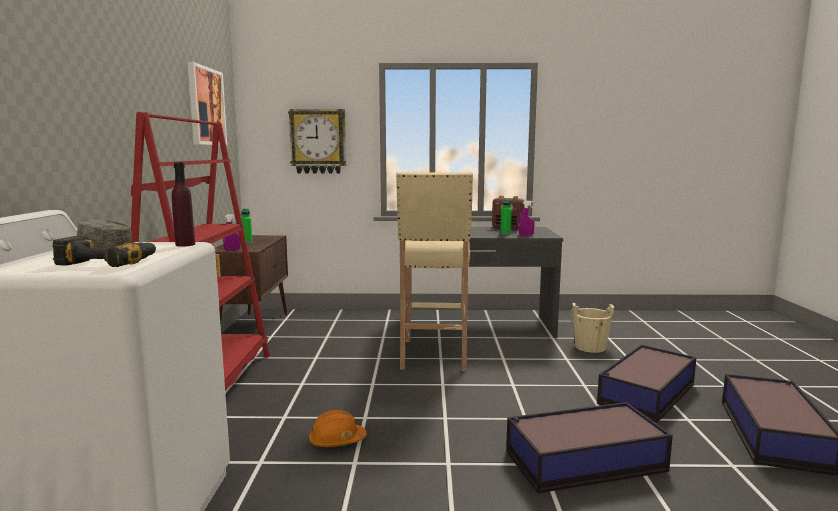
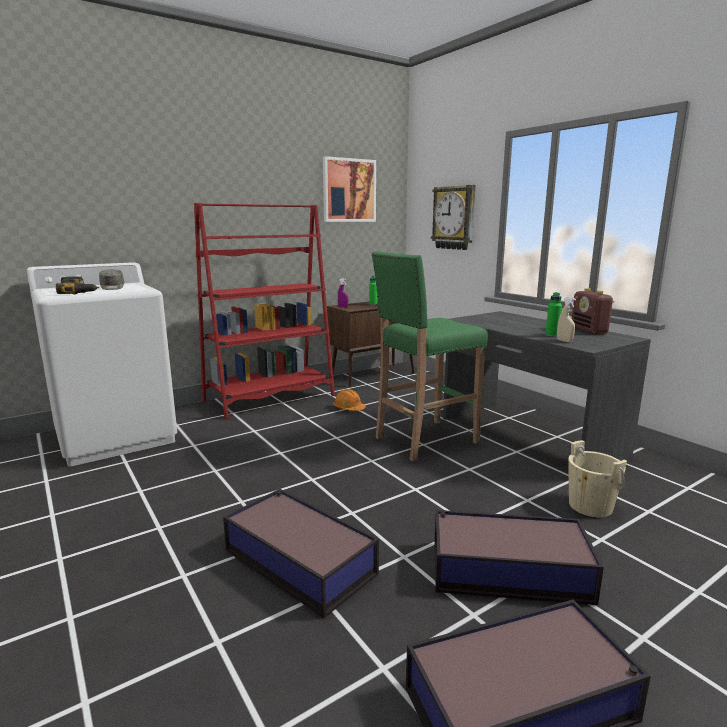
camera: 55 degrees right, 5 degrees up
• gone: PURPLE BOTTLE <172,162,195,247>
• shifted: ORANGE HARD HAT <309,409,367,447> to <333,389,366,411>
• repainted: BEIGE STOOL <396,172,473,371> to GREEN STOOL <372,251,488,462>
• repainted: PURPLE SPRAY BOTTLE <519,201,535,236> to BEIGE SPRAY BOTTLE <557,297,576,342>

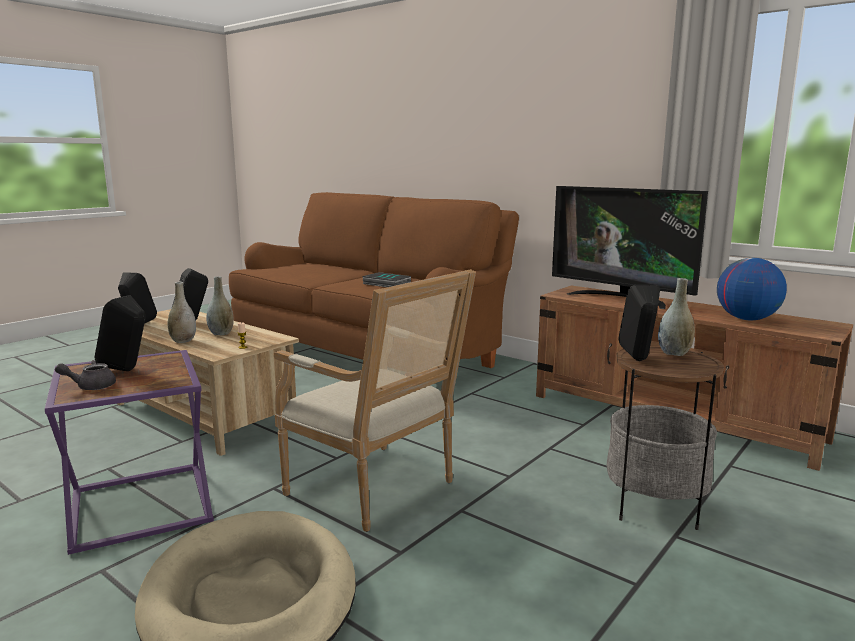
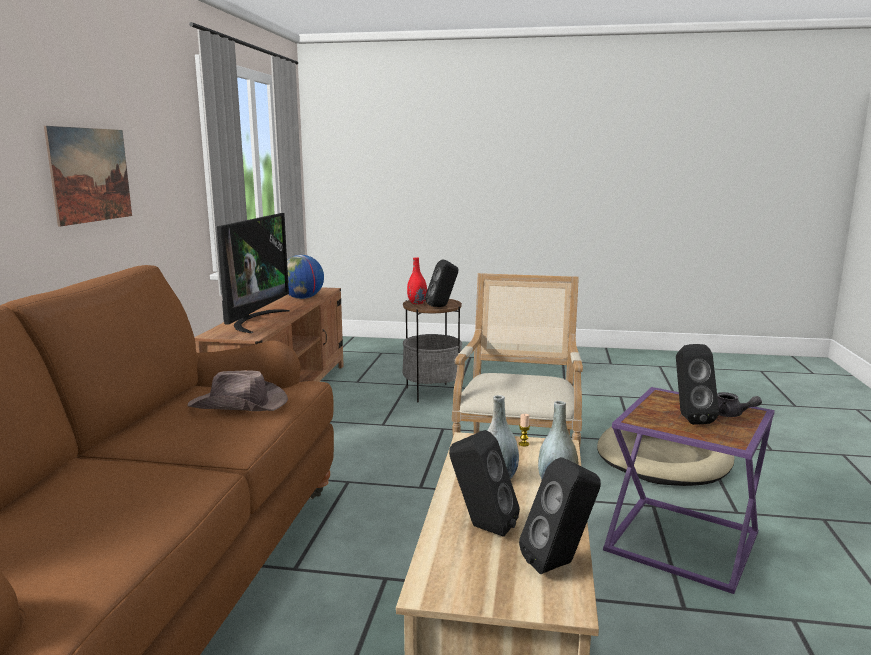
camera: 120 degrees left, 0 degrees up
• swapped: BOOK <362,272,411,287> to BROWN HAT <188,370,288,411>
• repainted: GREY VASE <658,278,695,356> to RED VASE <407,258,427,304>
• new: PICTURE <44,126,132,227>

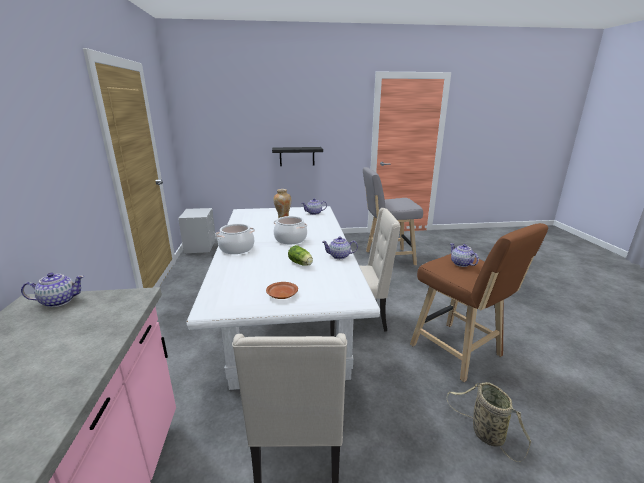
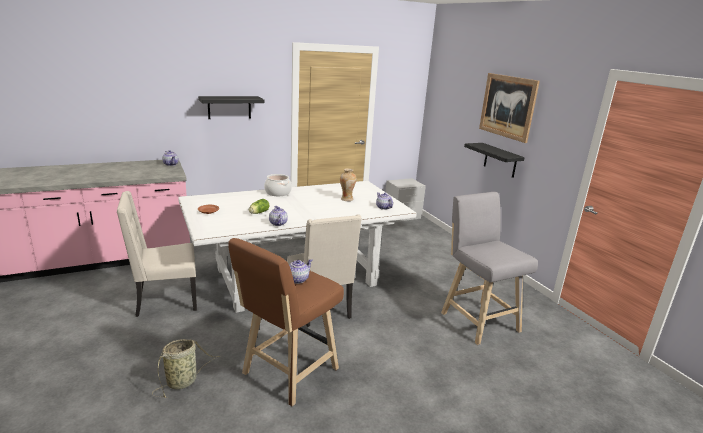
camera: 70 degrees right, 0 degrees up
• gone: COOKING POT <274,216,307,244>
• new: BLACK SHELF <198,96,264,119>
• new: PICTURE <479,73,540,143>

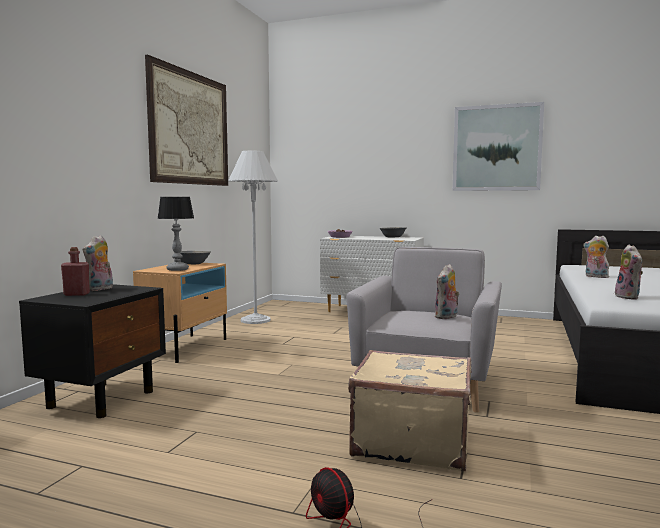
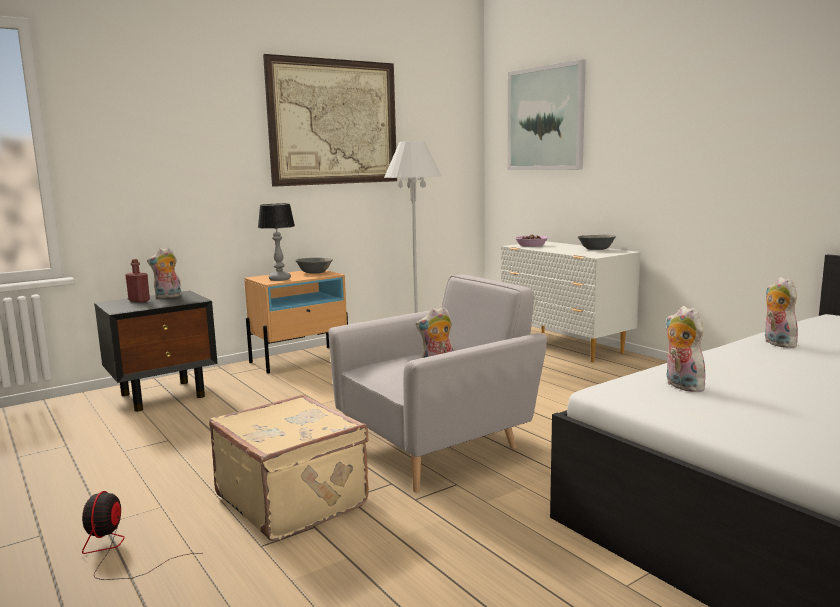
camera: 35 degrees right, 5 degrees up
• shifted: PICTURE <453,102,544,191> to <507,59,586,170>
• rotated: PLUSH TOY <615,245,643,299> = <665,306,705,392> 120 degrees clockwise

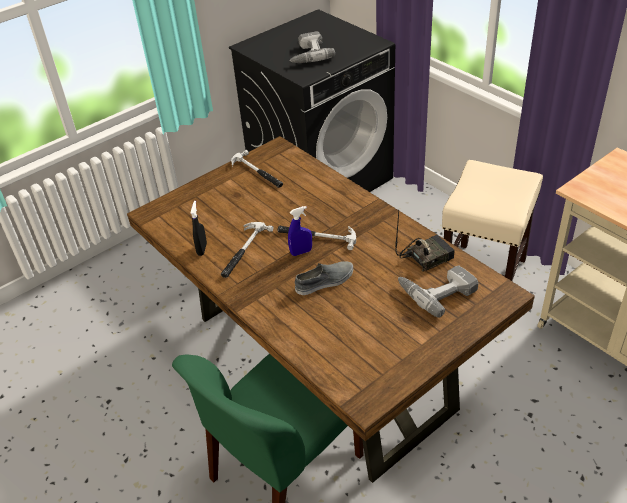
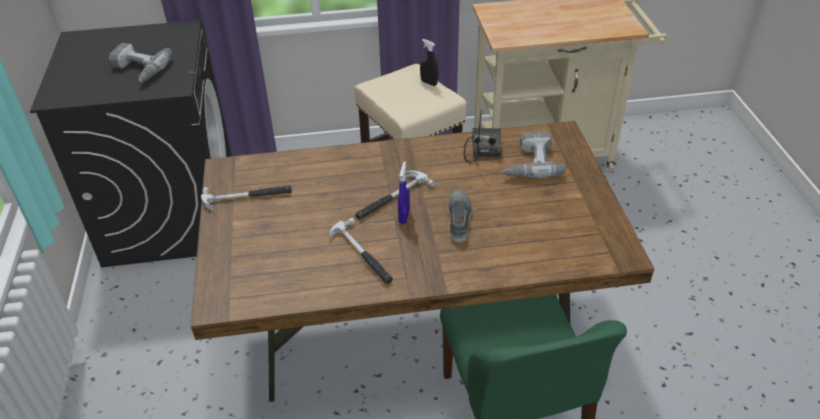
camera: 60 degrees left, 0 degrees up
• shifted: BLACK SPRAY BOTTLE <190,201,207,256> to <420,39,438,86>

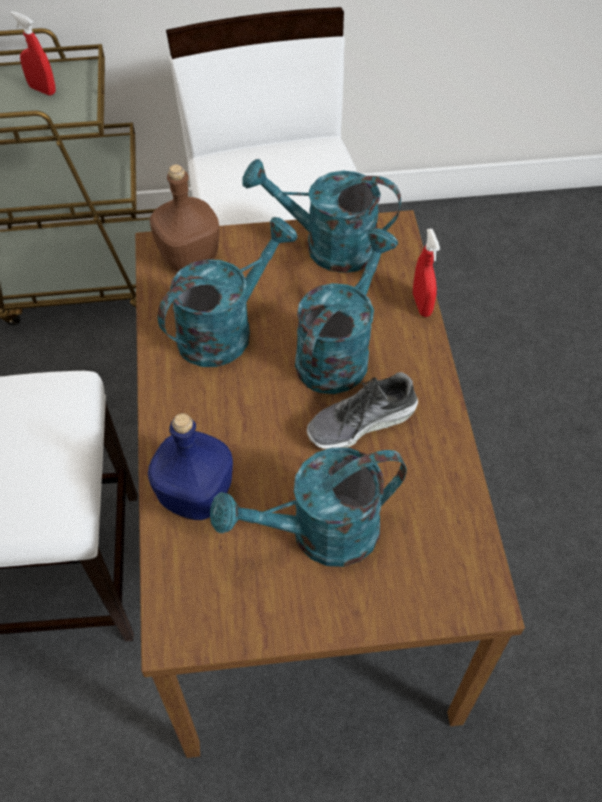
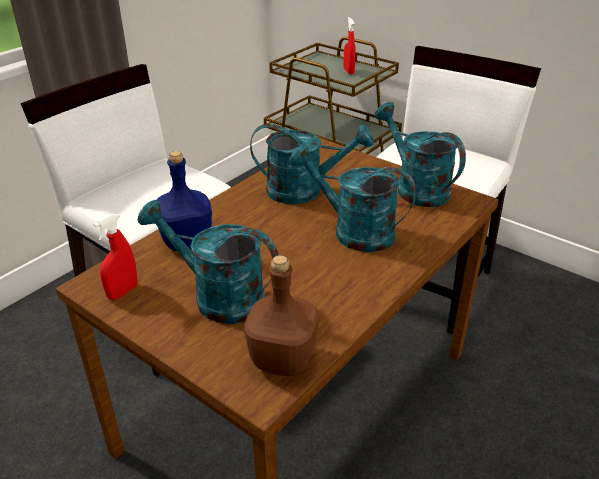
camera: 45 degrees right, 20 degrees down
• shifted: BROWN BOTTLE <150,164,219,272> to <245,255,319,376>
• rotated: TURQUOISE WATERING CAN <295,228,398,394> = <289,144,416,252> 135 degrees counterclockwise
• gone: SHOE <307,372,418,449>
• shifted: RED SPRAY BOTTLE <413,229,440,317> to <93,213,137,300>

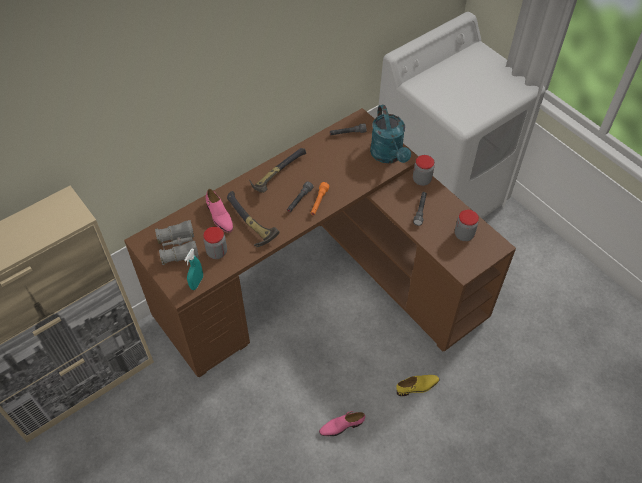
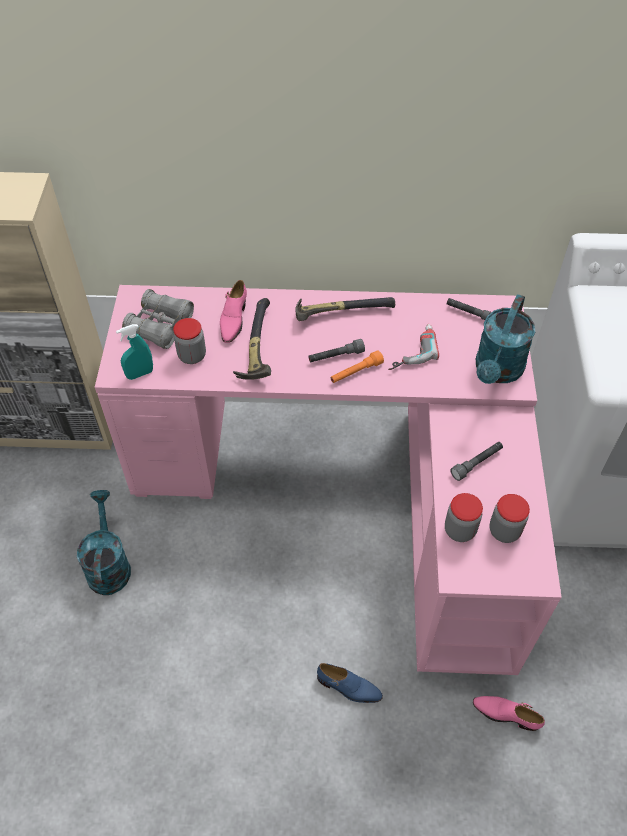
camera: 40 degrees right, 0 degrees up
• repainted: BROWN DESK <124,108,516,377> to PINK DESK <95,285,562,675>
• shifted: PINK SHOE <319,411,365,436> to <473,696,545,731>
• repainted: YELLOW SHOE <396,375,439,396> to BLUE SHOE <317,663,383,703>
• shifted: JAR <413,155,434,186> to <445,493,483,542>
• new: TURQUOISE WATERING CAN <77,490,131,595>
• new: POWER DRILL <388,324,439,370>

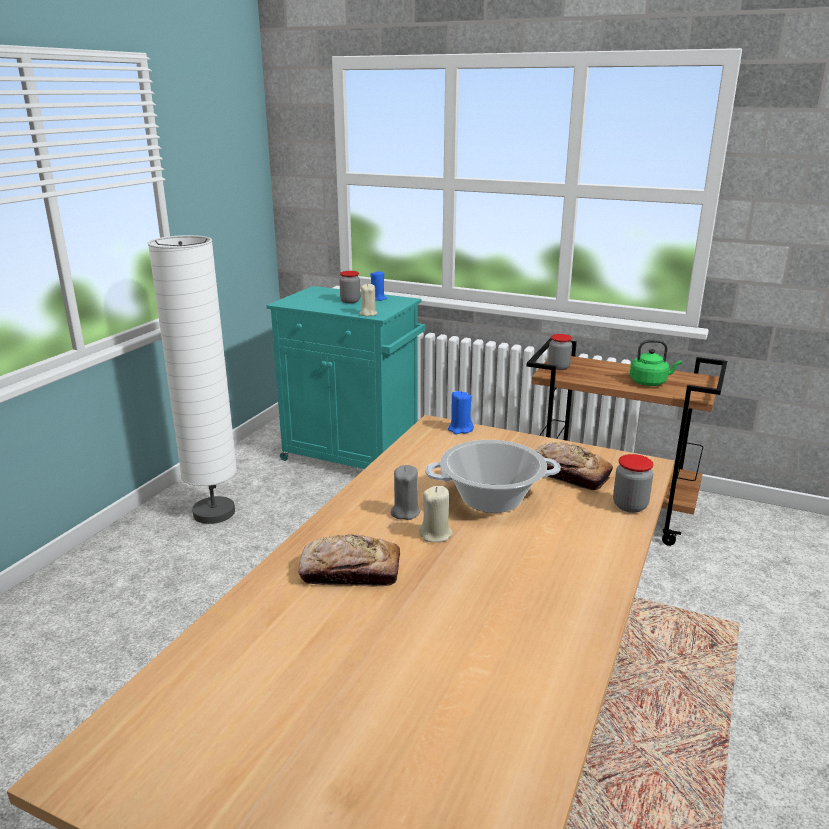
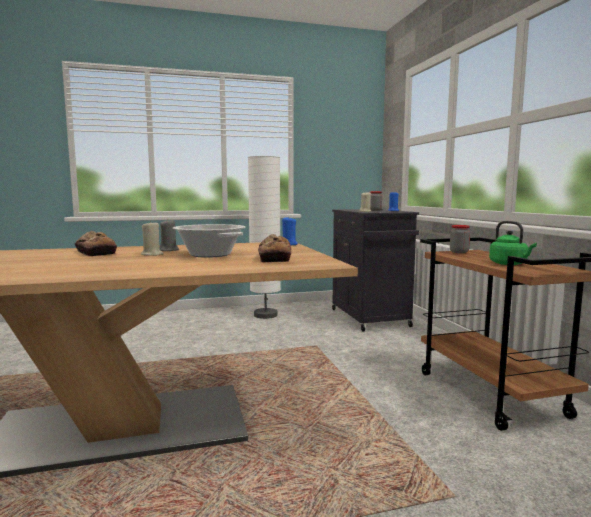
camera: 50 degrees right, 15 degrees down
• repainted: TURQUOISE CABINET <266,286,425,469> to BLACK CABINET <332,209,419,331>
• gone: JAR <613,454,654,513>

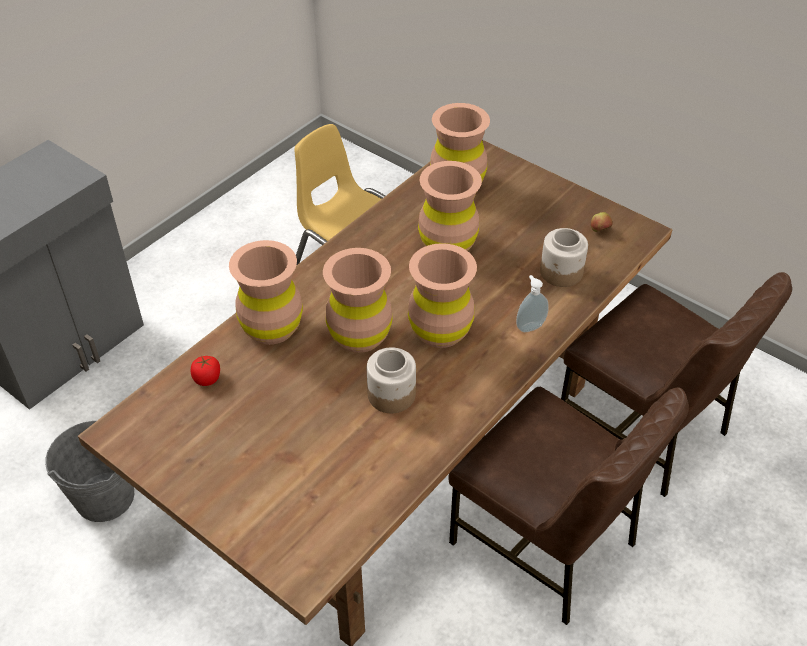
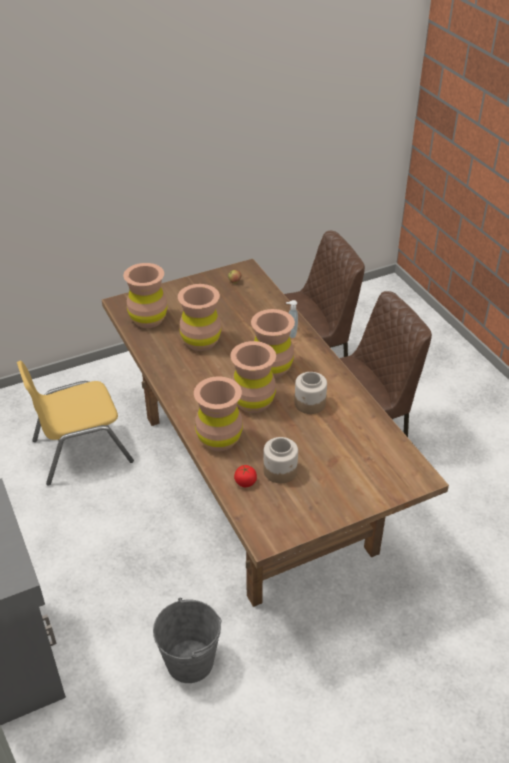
camera: 65 degrees left, 5 degrees down
• shifted: JAR <540,228,588,287> to <263,437,298,483>

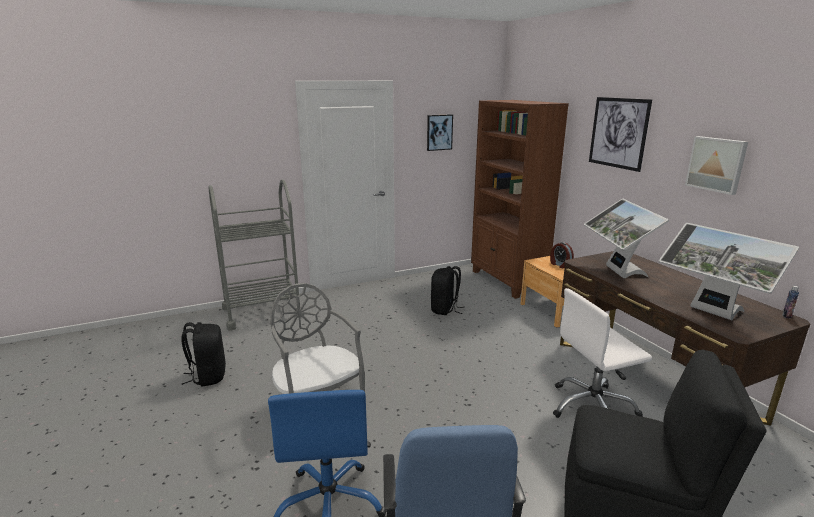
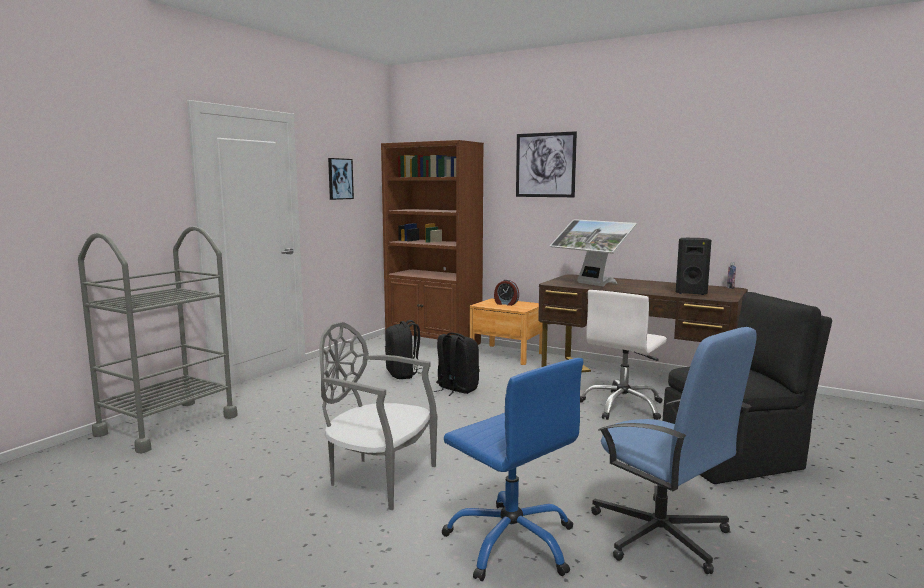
camera: 35 degrees left, 10 degrees down
• shifted: BLACK BACKPACK <181,322,226,387> to <434,333,479,396>
• swapped: MONITOR <659,223,799,320> to BLACK SPEAKER <676,238,711,295>
• gone: PICTURE <685,136,748,195>

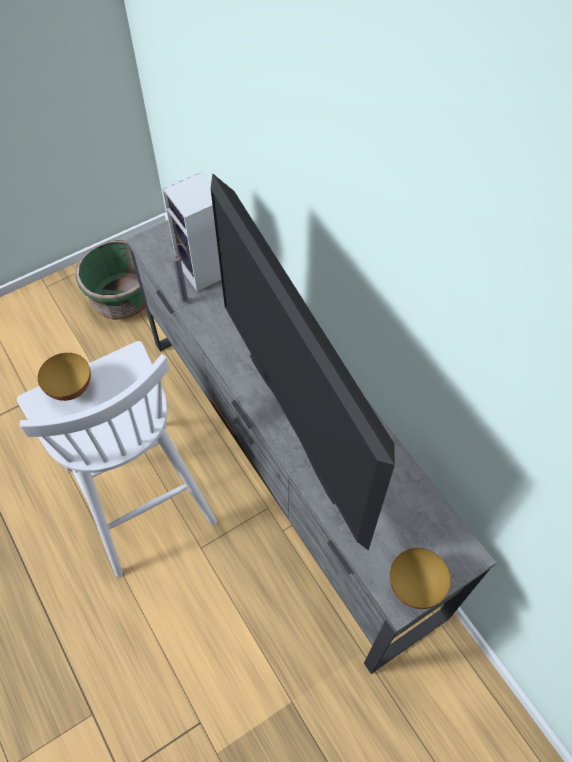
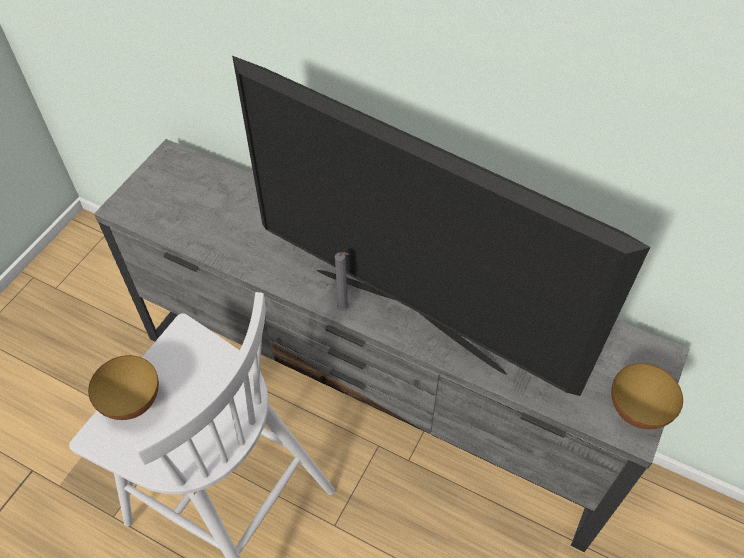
camera: 30 degrees left, 5 degrees down
• gone: GREEN PLANTER <76,240,146,320>
• gone: SPEAKER <162,172,221,291>
• shifted: GREY CANDLE <172,255,189,303> to <335,252,350,311>

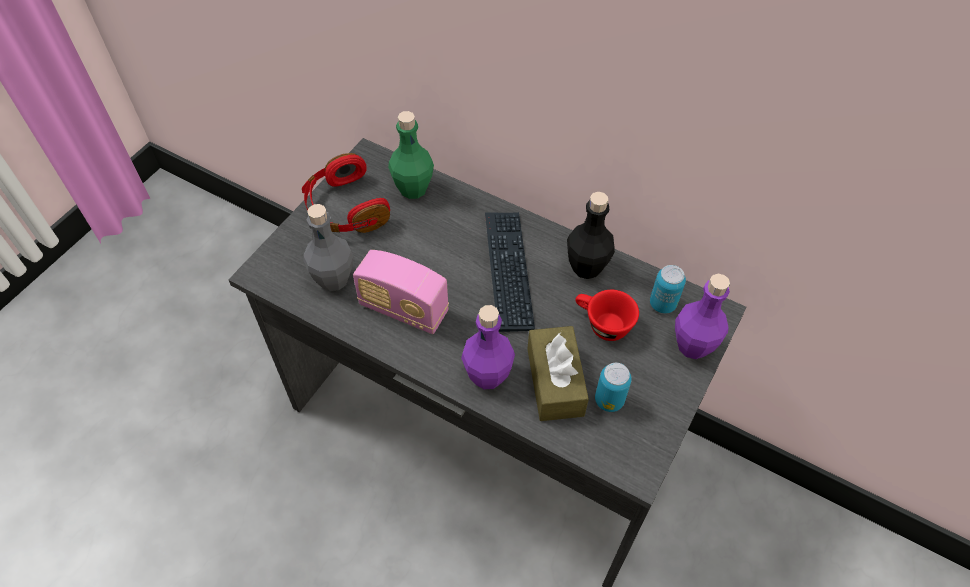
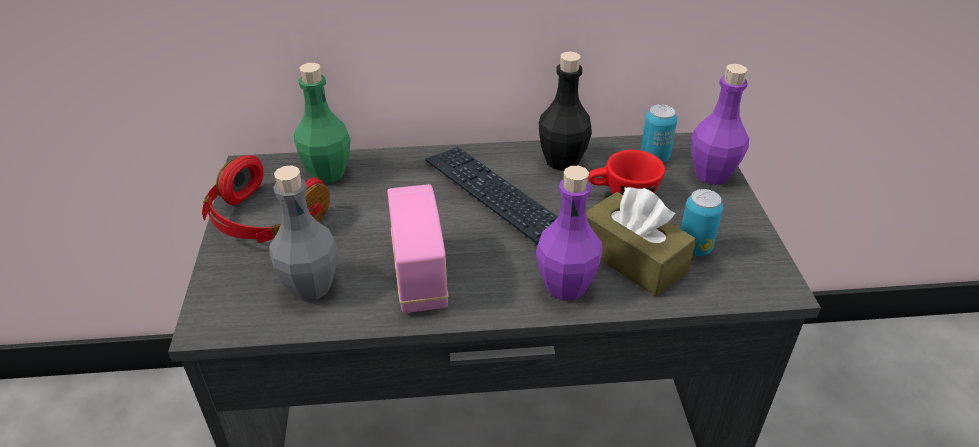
camera: 35 degrees left, 15 degrees down
• rotated: RADIO <353,250,449,334> = <387,184,448,313> 90 degrees counterclockwise

